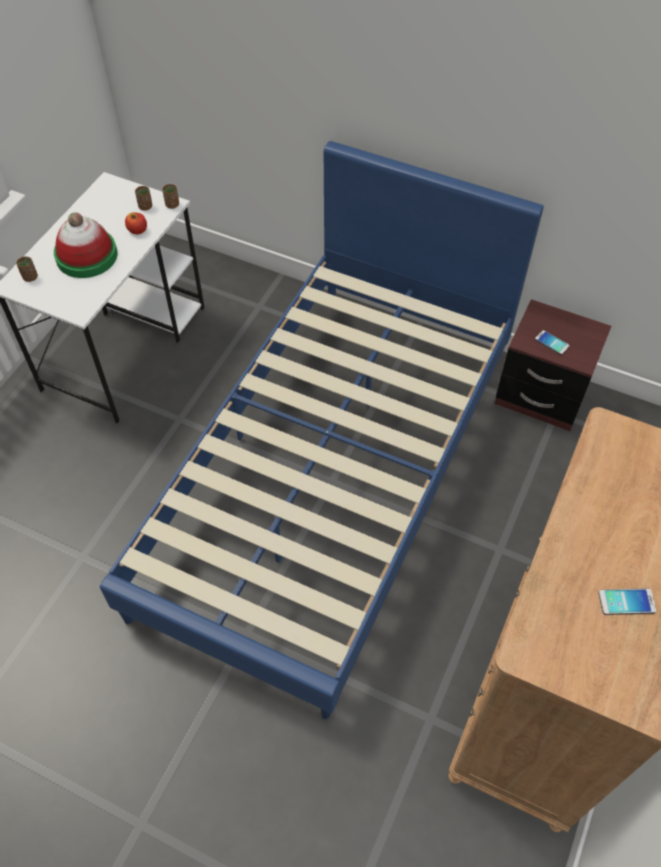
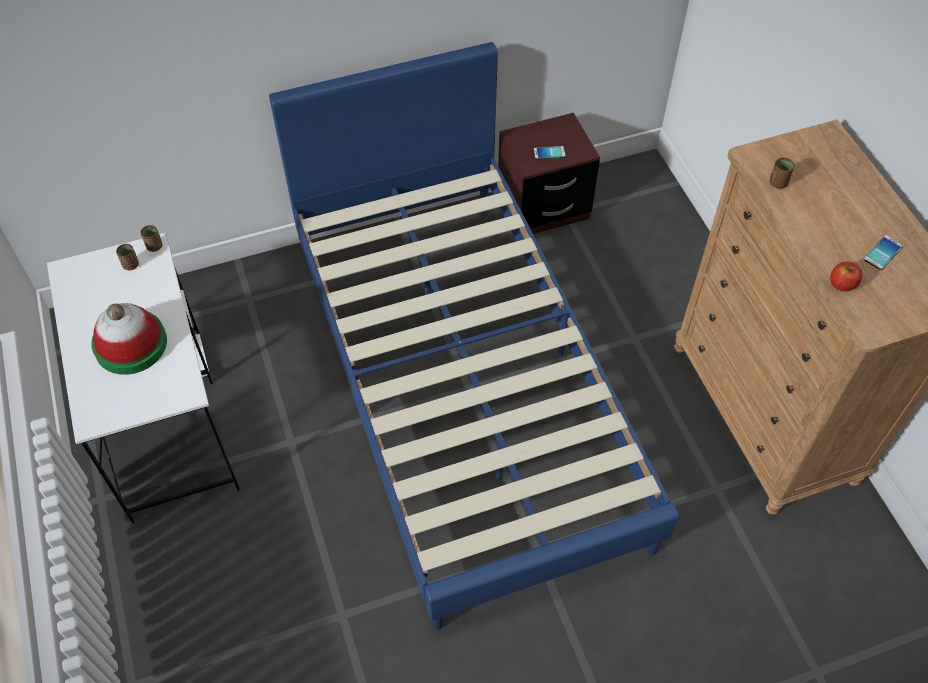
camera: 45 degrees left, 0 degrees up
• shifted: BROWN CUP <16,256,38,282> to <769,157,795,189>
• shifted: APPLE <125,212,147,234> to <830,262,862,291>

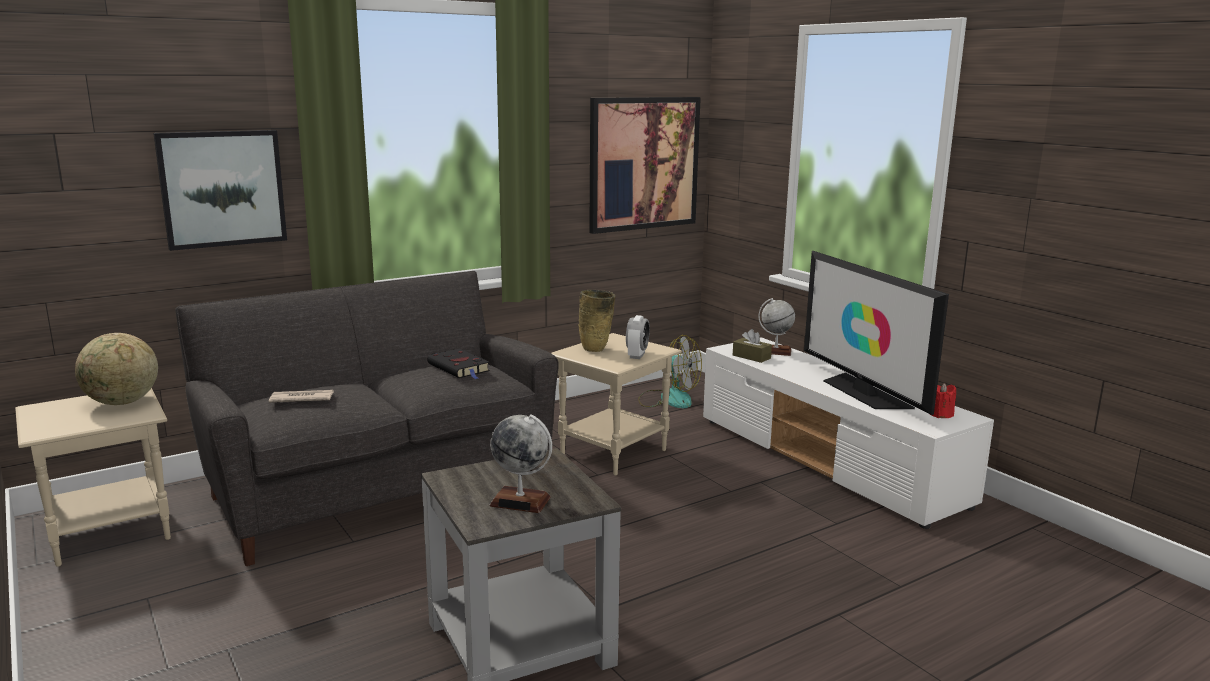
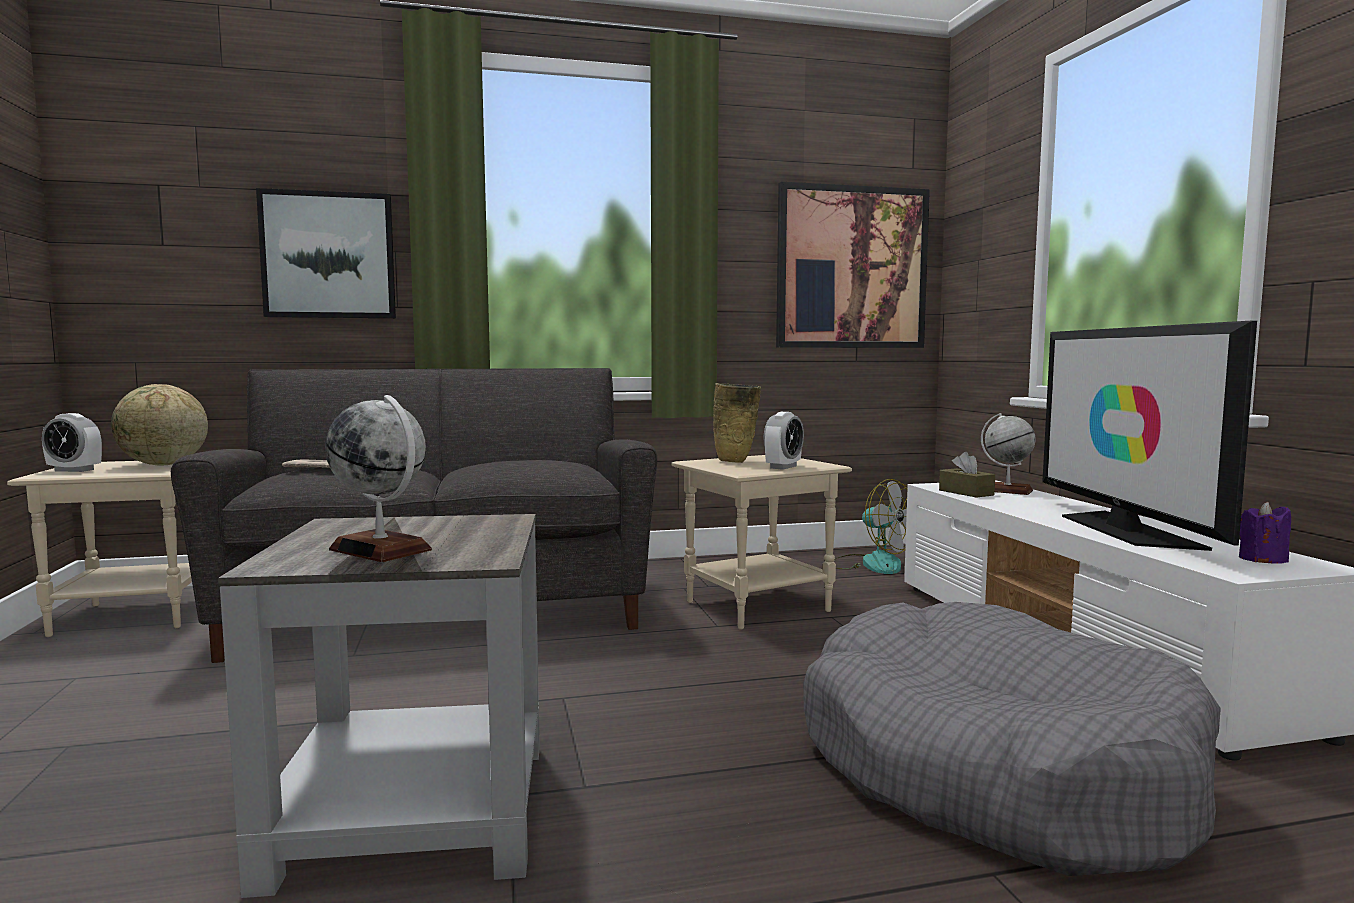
camera: 20 degrees right, 10 degrees down
• gone: BLACK BOOK <427,349,490,379>
• repainted: RED CANDLE <931,383,956,418> to PURPLE CANDLE <1239,502,1291,564>
• new: ALARM CLOCK <42,413,102,472>
• new: GREY DOG BED <803,602,1221,876>

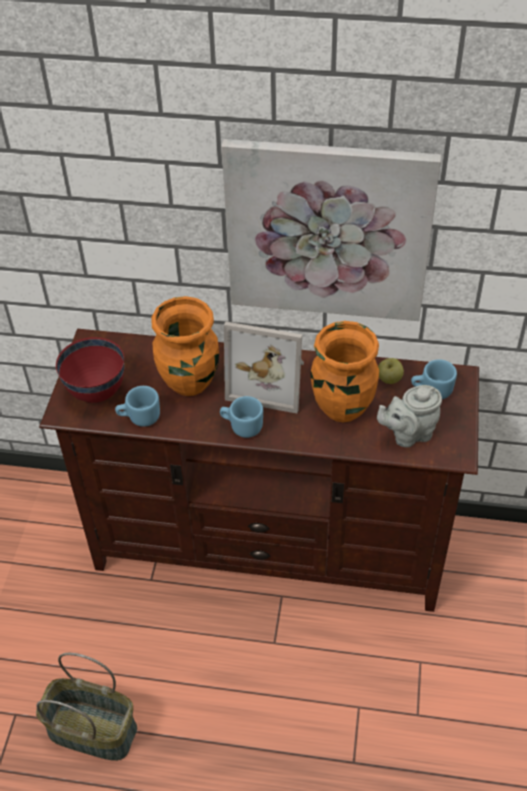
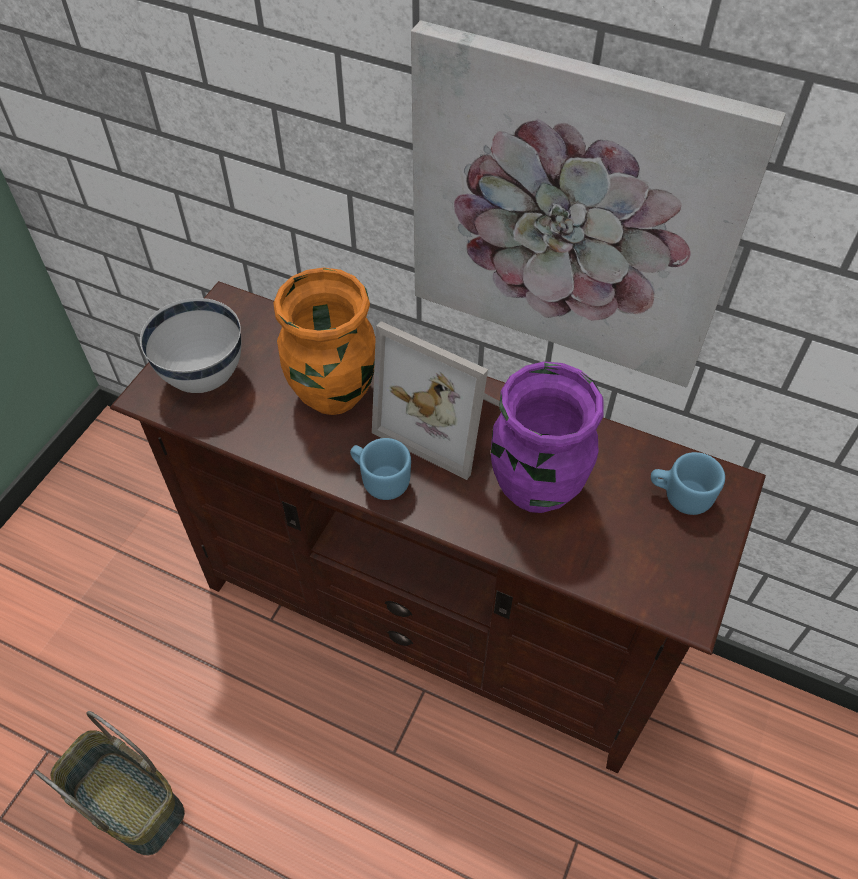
camera: 15 degrees right, 5 degrees up
• repainted: RED BOWL <56,337,124,403> to WHITE BOWL <140,298,241,393>
• gone: BLUE MUG <115,386,160,427>
• repainted: ORANGE VASE <311,321,379,422> to PURPLE VASE <491,362,604,513>
• gone: GREY TEAPOT <377,385,442,447>
• gone: APPLE <378,358,404,384>

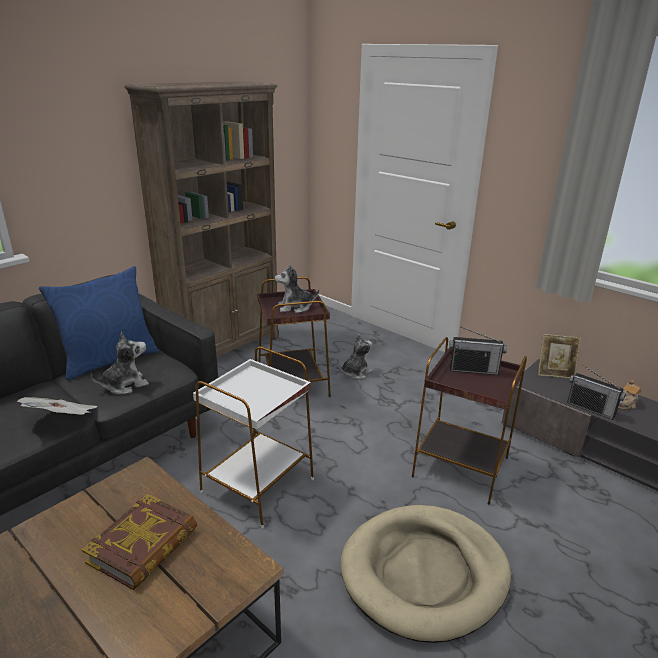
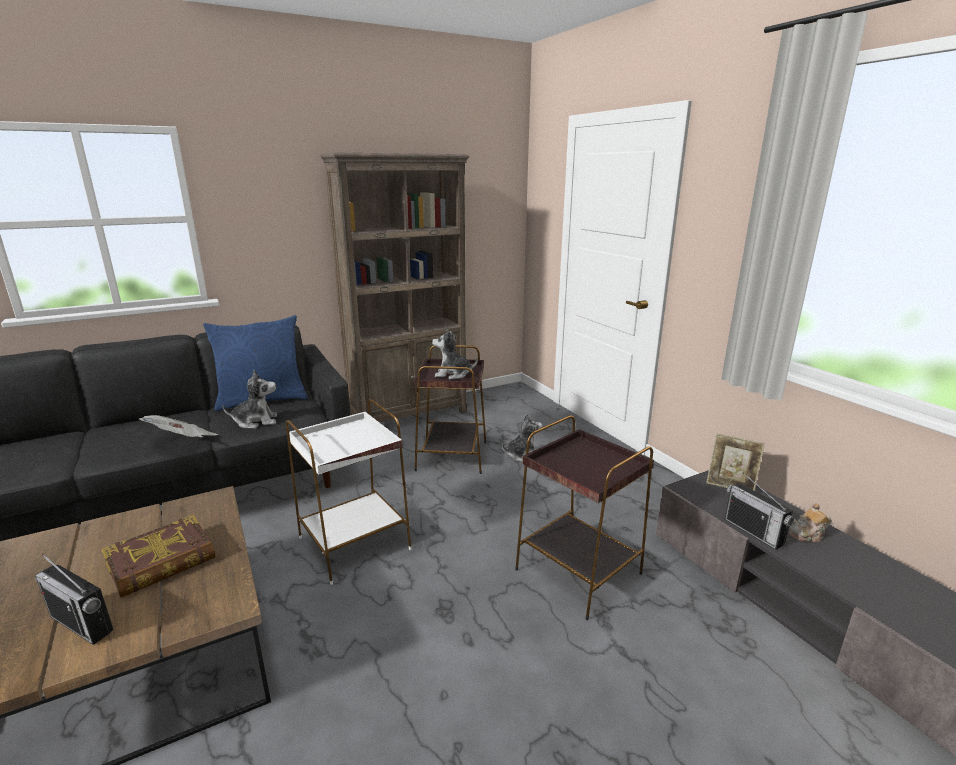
camera: 20 degrees right, 5 degrees down
• gone: BEIGE DOG BED <341,505,511,643>
• shifted: RADIO <449,326,507,375> to <35,553,113,645>

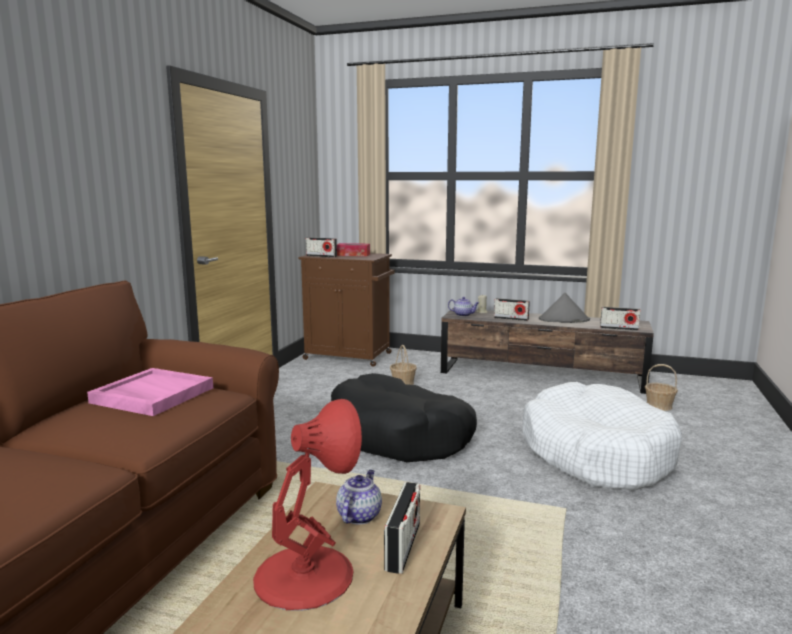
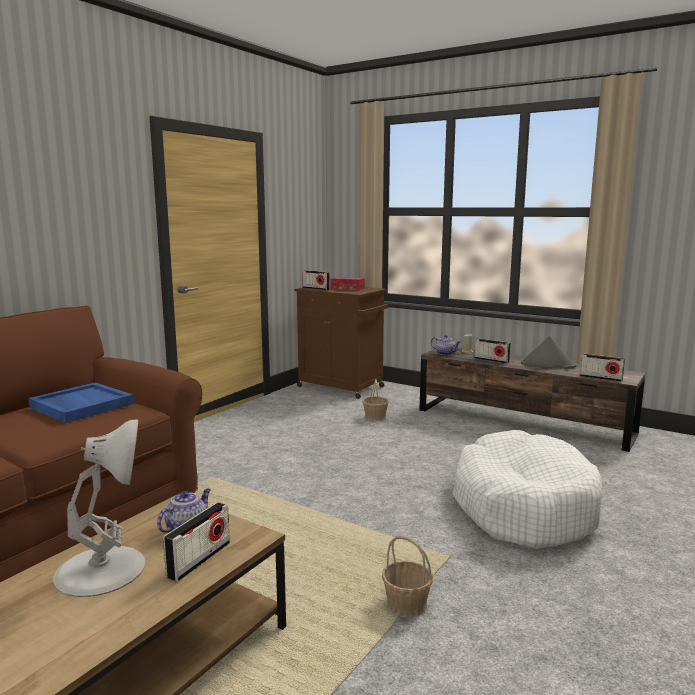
camera: 15 degrees right, 0 degrees up
• repainted: PINK TRAY <87,368,213,416> to BLUE TRAY <29,382,134,423>
• repainted: RED TABLE LAMP <253,399,362,611> to WHITE TABLE LAMP <53,420,146,597>
• gone: BLACK DOG BED <331,373,477,462>
• shifted: BASKET <645,364,678,411> to <382,535,433,618>

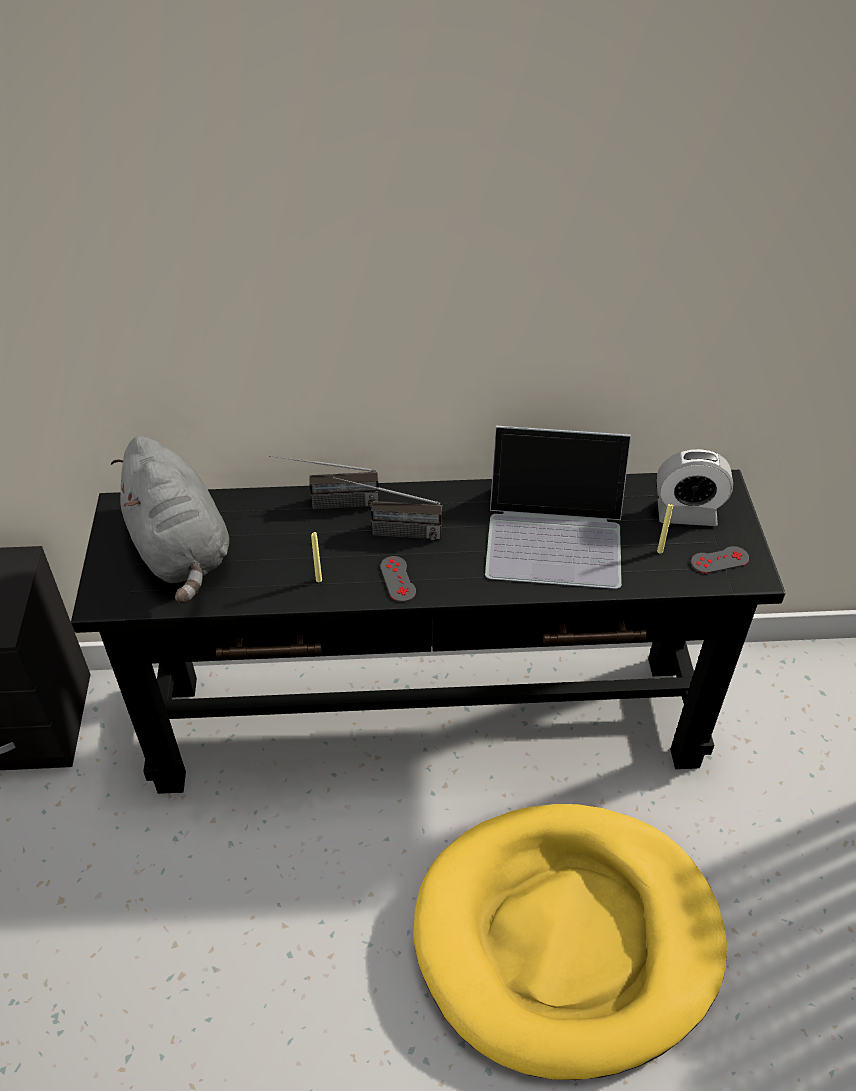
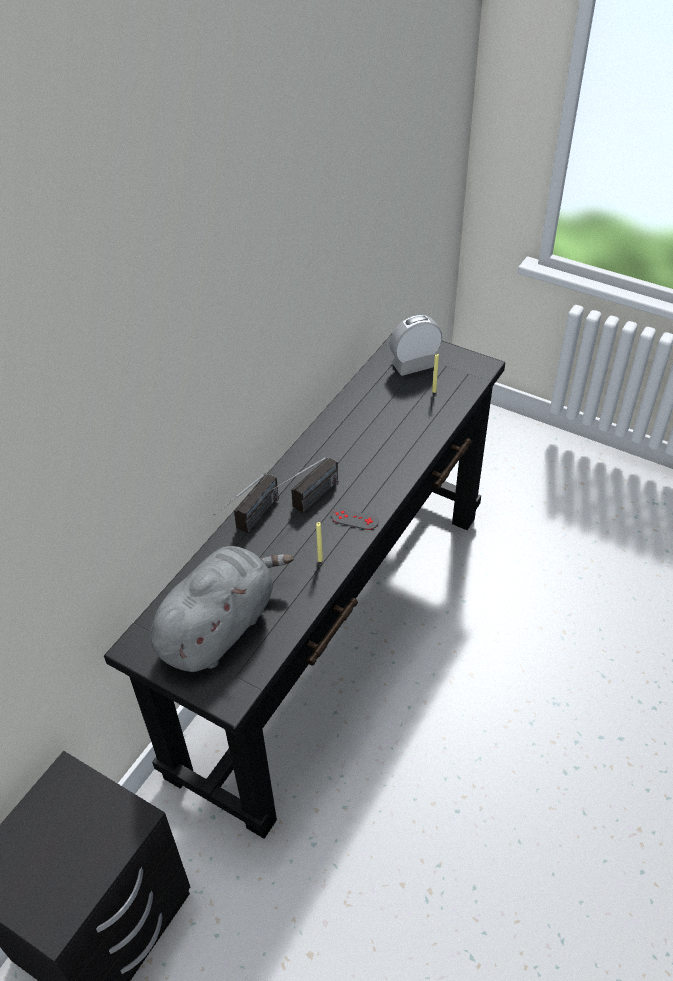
camera: 55 degrees left, 0 degrees up
• rotated: GREY PLUSH TOY <111,436,229,604> = <150,546,294,672> 60 degrees counterclockwise
• gone: YELLOW DOG BED <413,804,727,1080>
• gone: LAPTOP <485,426,631,589>
• rotated: ALARM CLOCK <657,449,733,526> = <389,315,442,376> 150 degrees counterclockwise
• gone: GREY GAME CONTROLLER <691,546,749,574>

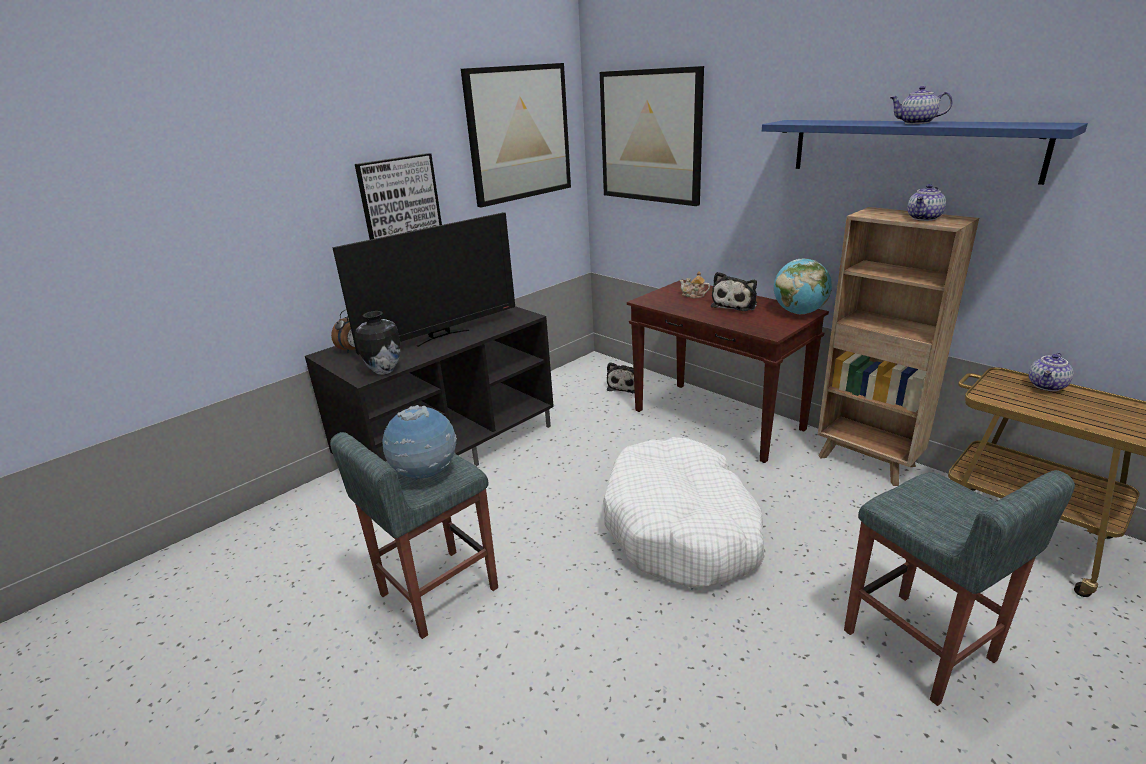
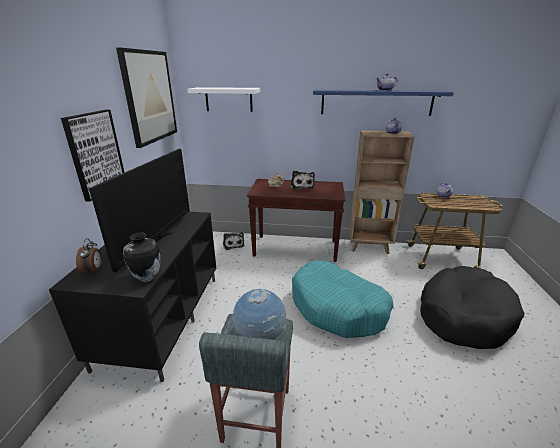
camera: 40 degrees left, 0 degrees up
• swapped: PICTURE <600,66,704,206> to WHITE SHELF <187,87,260,112>
• repainted: WHITE DOG BED <603,437,764,587> to TURQUOISE DOG BED <292,261,393,338>
• gone: GLOBE <774,258,832,314>
• swapped: GREY STOOL <844,470,1075,706> to BLACK DOG BED <420,266,524,349>

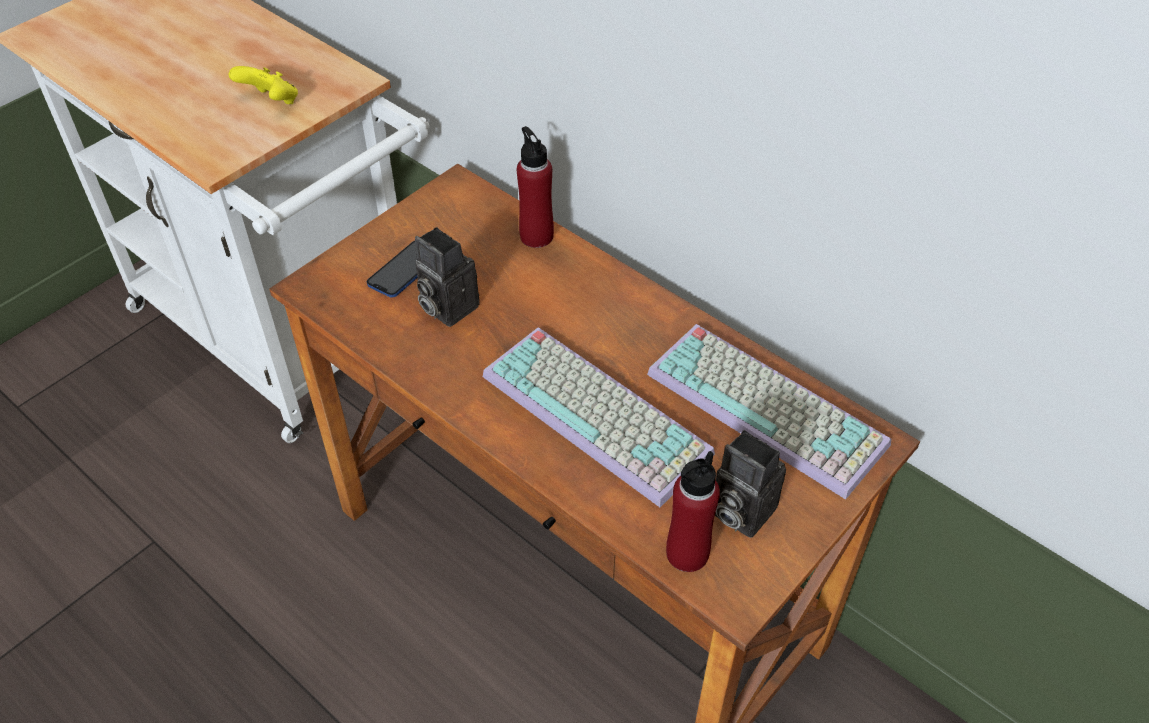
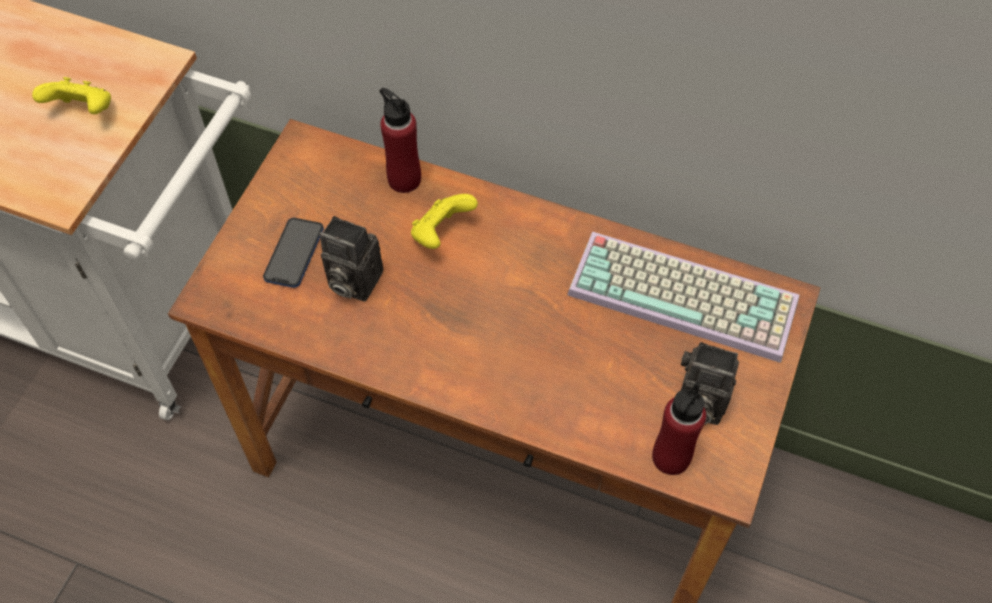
camera: 20 degrees left, 10 degrees up
• gone: KEYBOARD <483,327,715,507>
• new: YELLOW GAME CONTROLLER <411,194,478,249>

